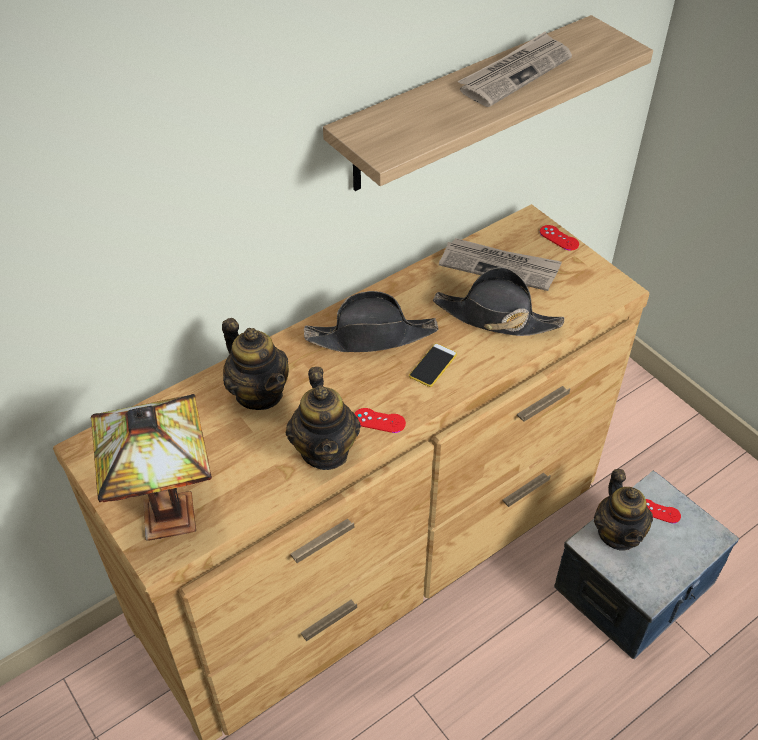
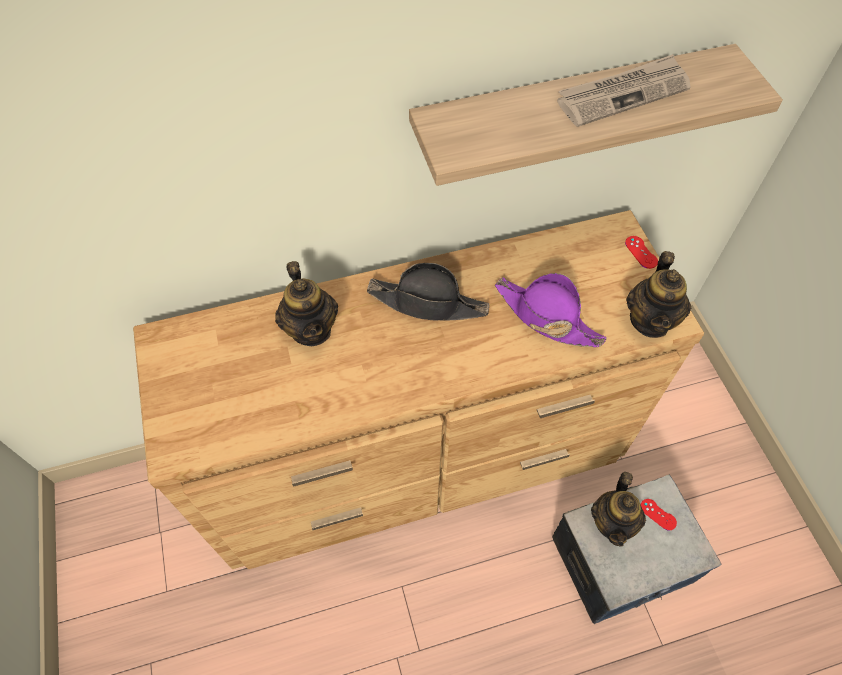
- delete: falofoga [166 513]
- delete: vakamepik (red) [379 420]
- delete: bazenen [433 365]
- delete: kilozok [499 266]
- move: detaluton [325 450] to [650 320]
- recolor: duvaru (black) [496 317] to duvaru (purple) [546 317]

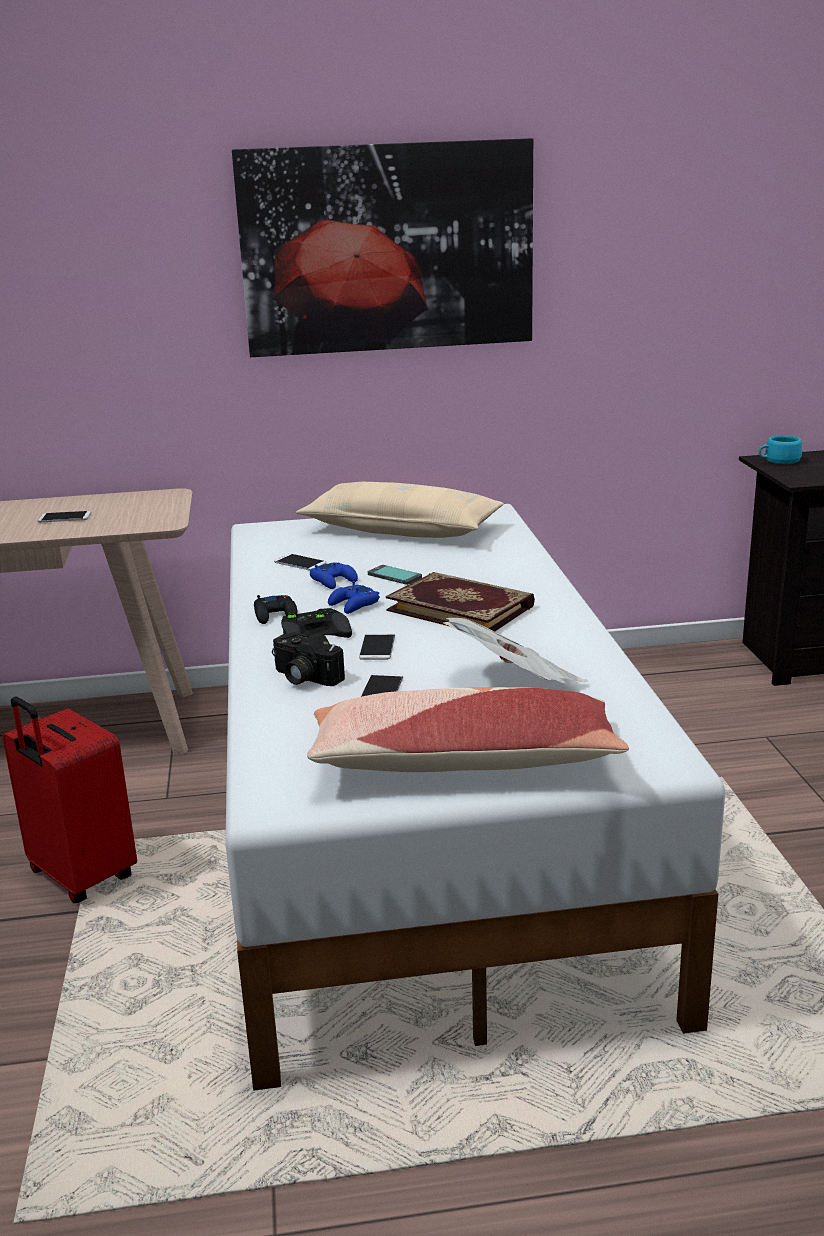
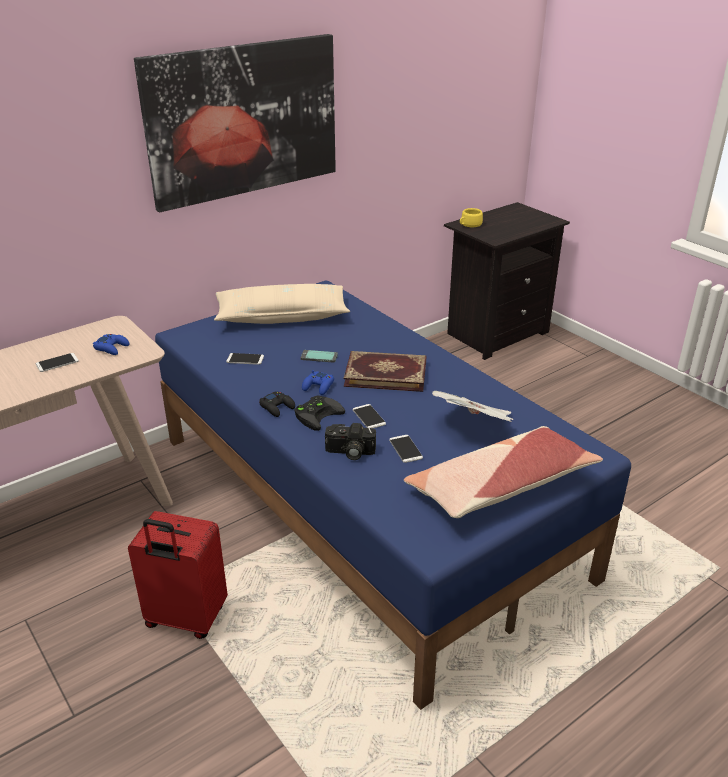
- move: vakamepik (blue) [334 581] to [112 348]
- recolor: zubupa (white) [422 815] to zubupa (blue) [364 502]
- recolor: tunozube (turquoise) [778 461] to tunozube (yellow) [469 225]

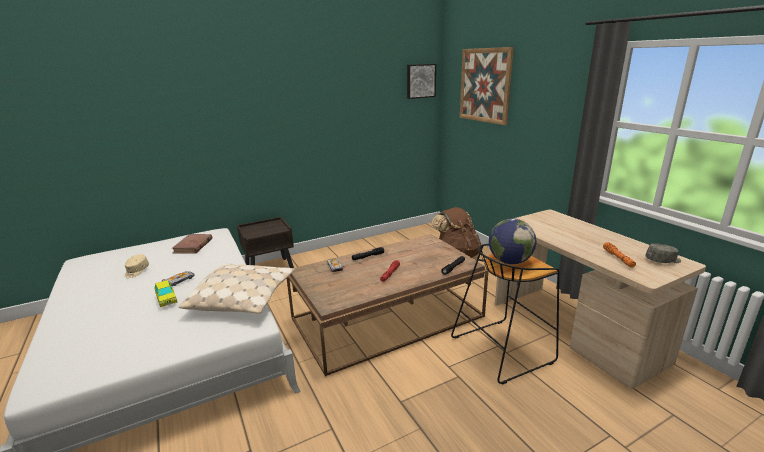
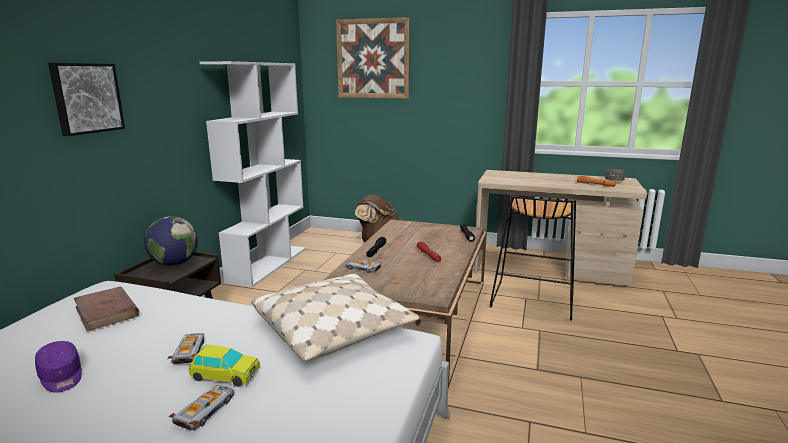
- insert: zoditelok [205 411]
- insert: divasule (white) [268 264]
- move: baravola [420 81] to [86 98]
- move: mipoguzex [509 261] to [174 263]
- recolor: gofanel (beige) [136 271] to gofanel (purple) [61 377]

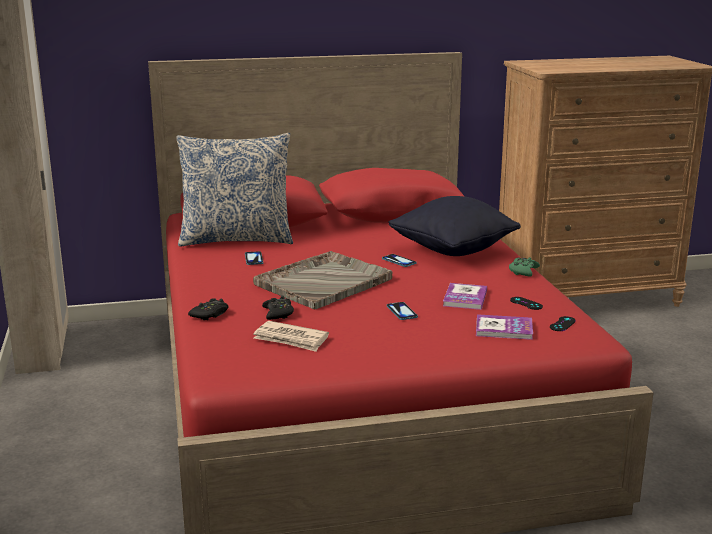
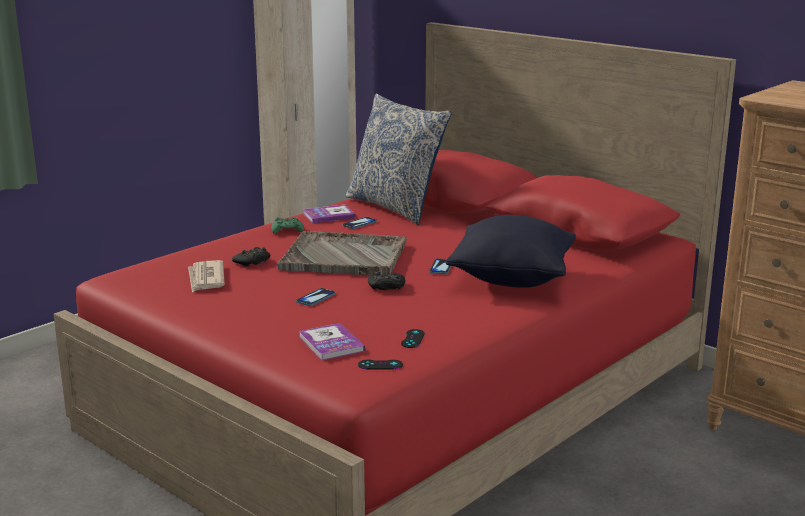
- move: vakamepik (black) [210 314] to [386 287]
- move: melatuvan [465 298] to [329 215]
- move: vakamepik (green) [523 271] to [287 230]

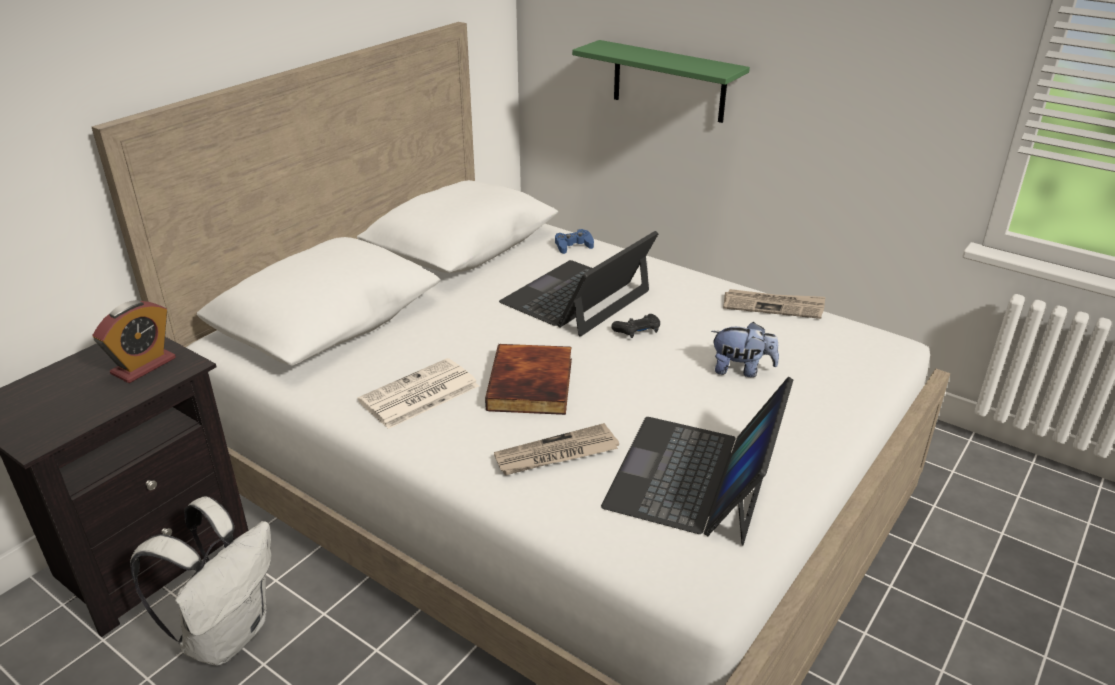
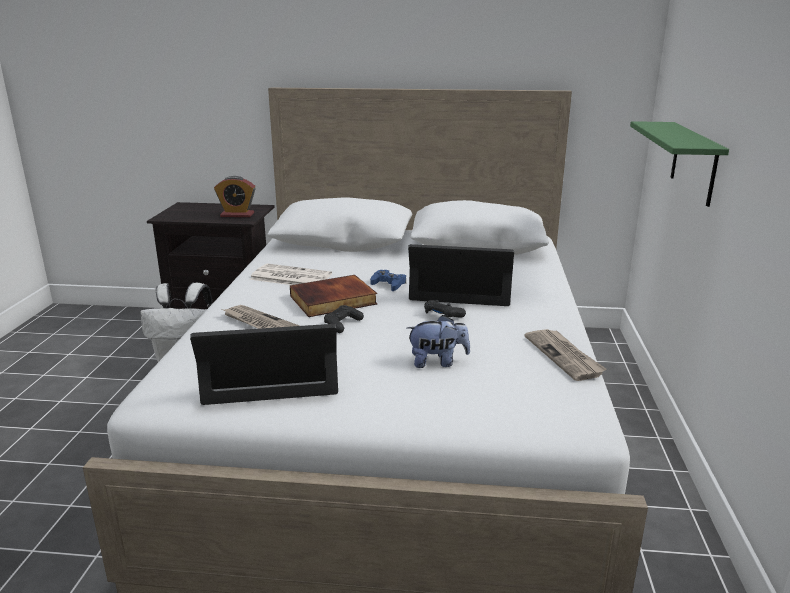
- insert: vakamepik (black) [342 324]
- move: vakamepik (blue) [573 246] to [389 284]
- rotate: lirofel [741 370] = [437 362] 75 degrees counterclockwise

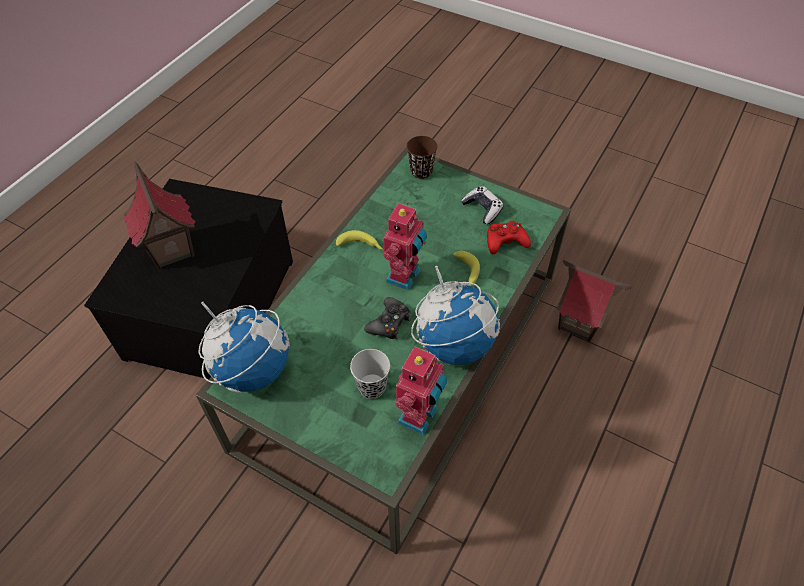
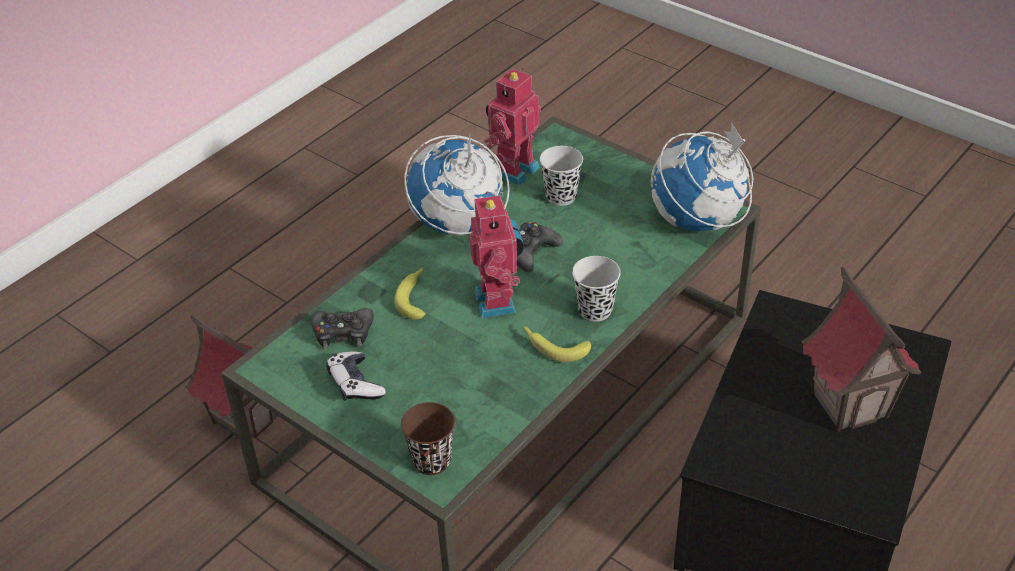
- insert: tunozube (black) [595 310]
- recolor: vakamepik (red) [505 241] to vakamepik (black) [343 333]
- rotate: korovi [405 276] = [498 301] 135 degrees clockwise

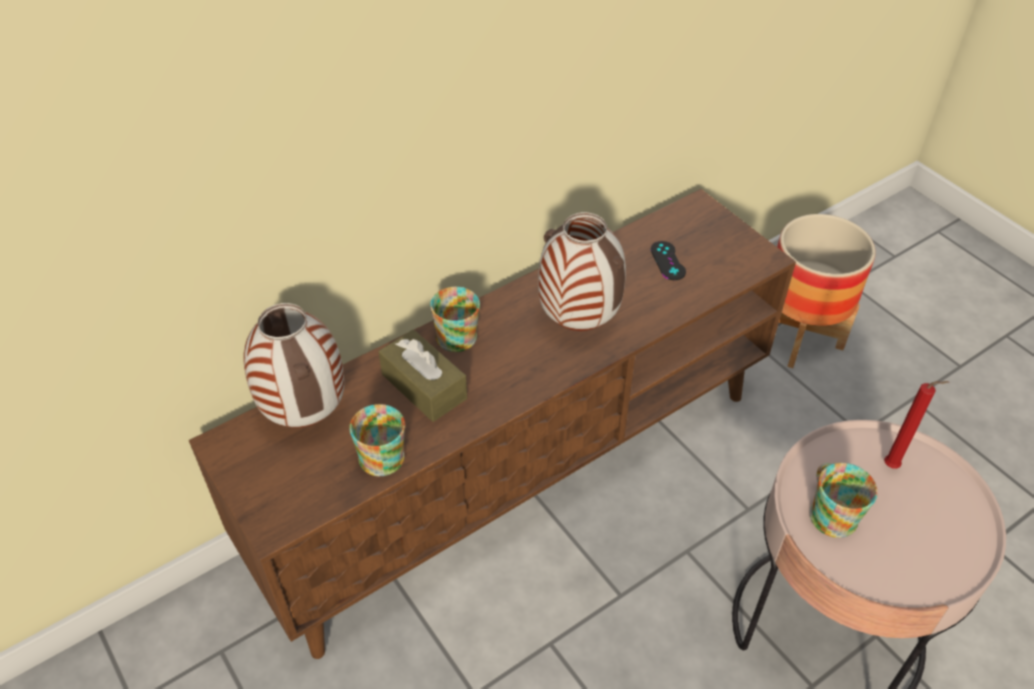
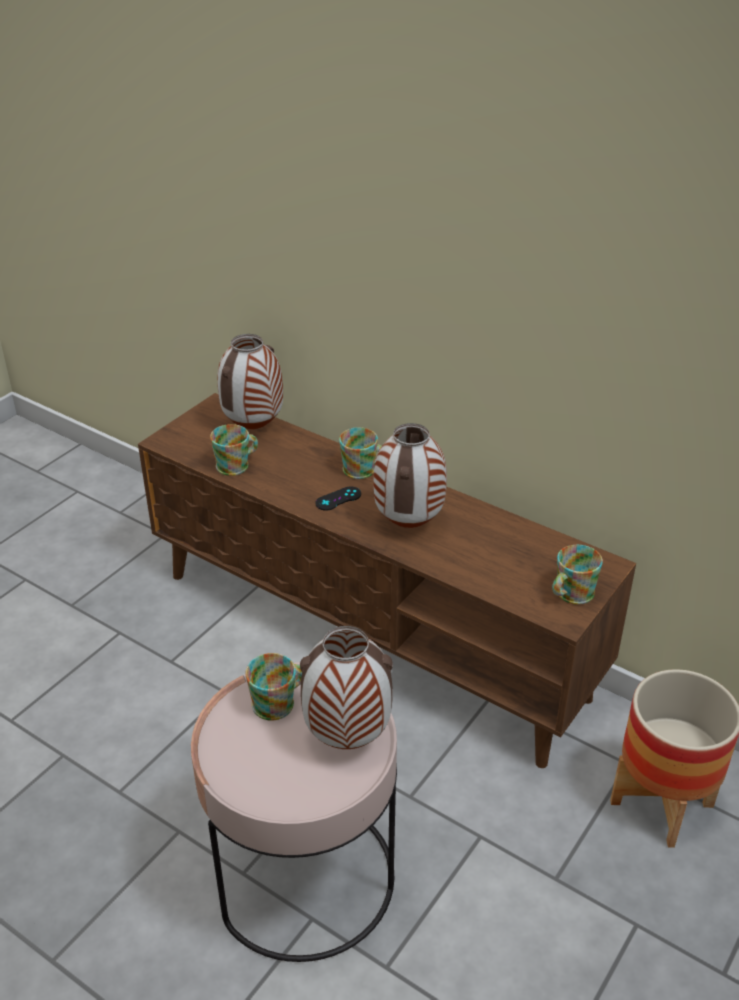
- delete: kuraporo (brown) [424 386]
- insert: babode [570 594]
- move: vakamepik (black) [668 261] to [338 499]
- replace: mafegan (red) [893 466] to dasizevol [346 740]

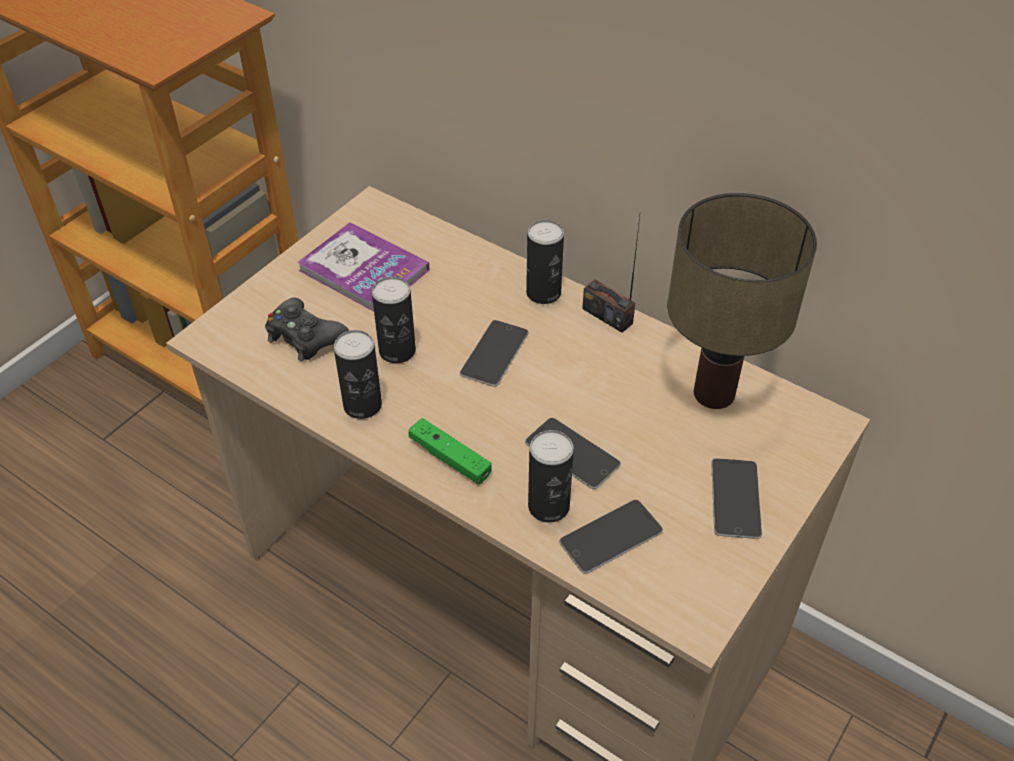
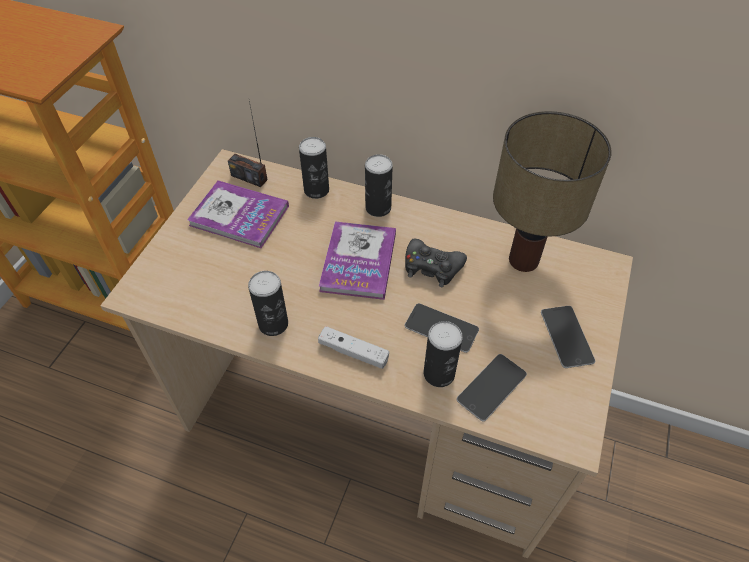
- move: vakamepik (black) [305 337] to [432 267]
- move: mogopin [397 351] to [316 190]
- move: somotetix [607 316] to [249 177]
- replace: bazenen [494 353] to melatuvan [358 261]
- recolor: vakamepik (green) [450 458] to vakamepik (white) [353 352]

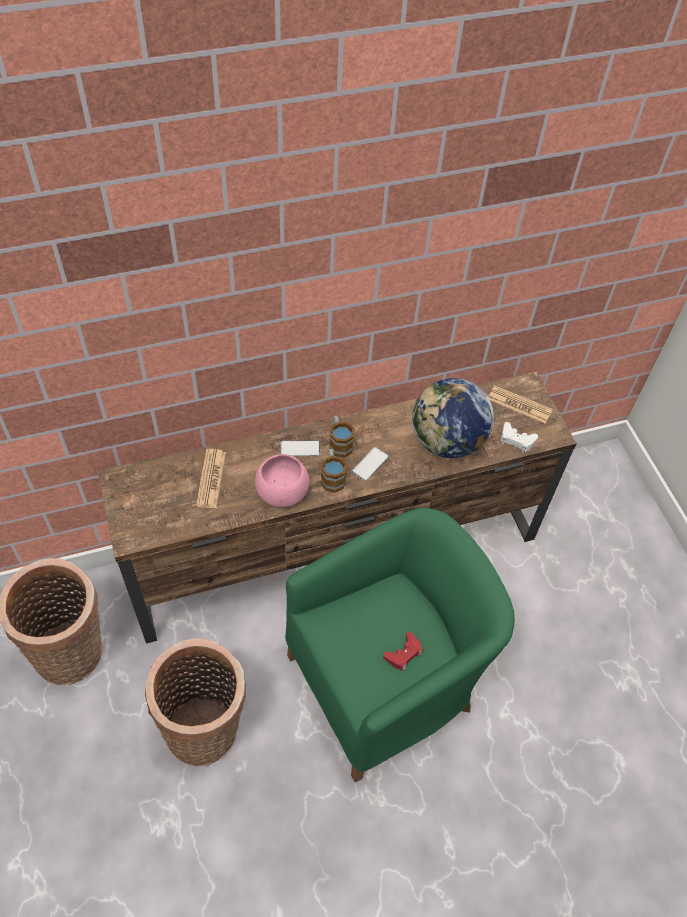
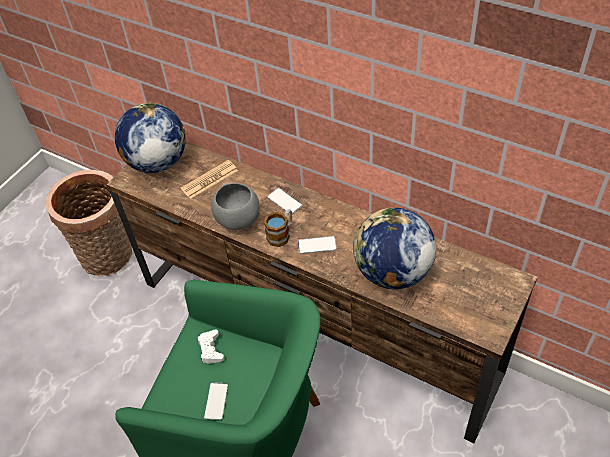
- delete: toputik [206 729]
- delete: babode [339 443]
- delete: kilozok [519 405]
- insert: mipoguzex [157 162]
- move: vakamepik (white) [516 440] to [211 349]
- replace: vakamepik (red) [403 654] to bazenen [216 401]
- recolor: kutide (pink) [282 492] to kutide (grey) [238 219]

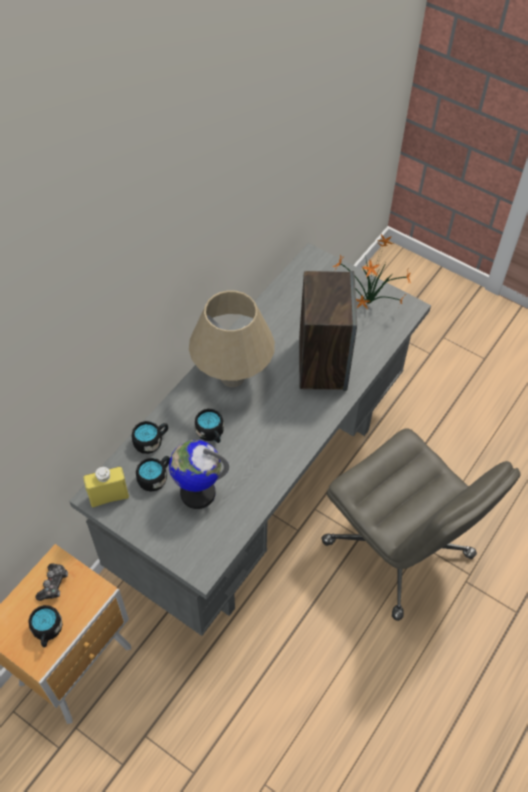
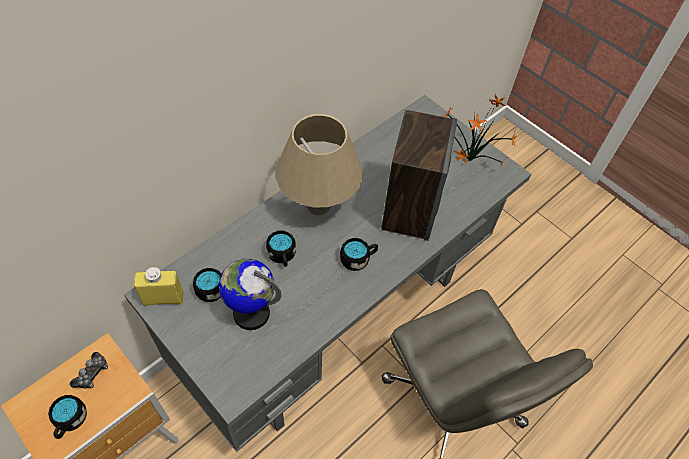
- move: babode (black) [151 441] to [358 259]

